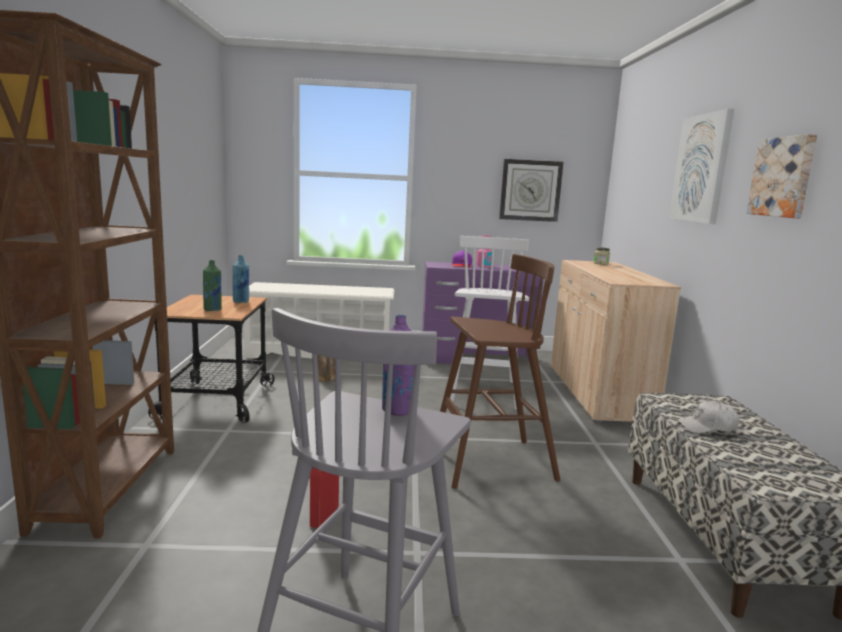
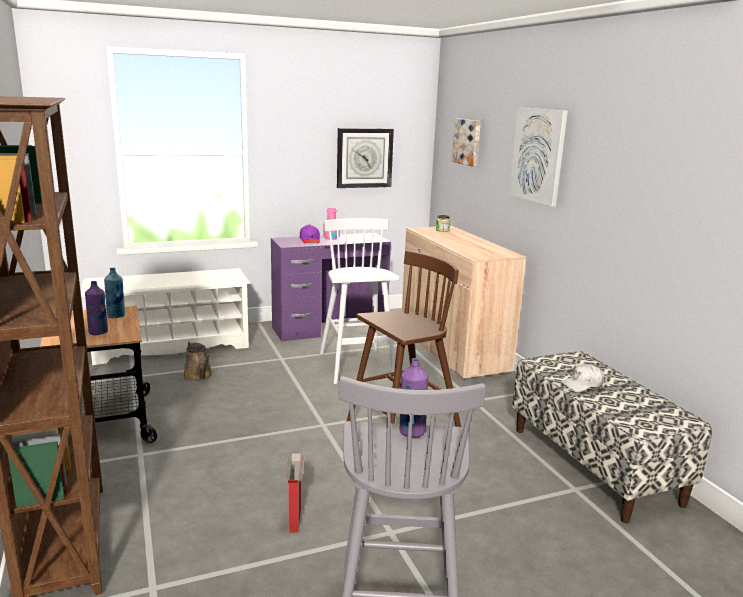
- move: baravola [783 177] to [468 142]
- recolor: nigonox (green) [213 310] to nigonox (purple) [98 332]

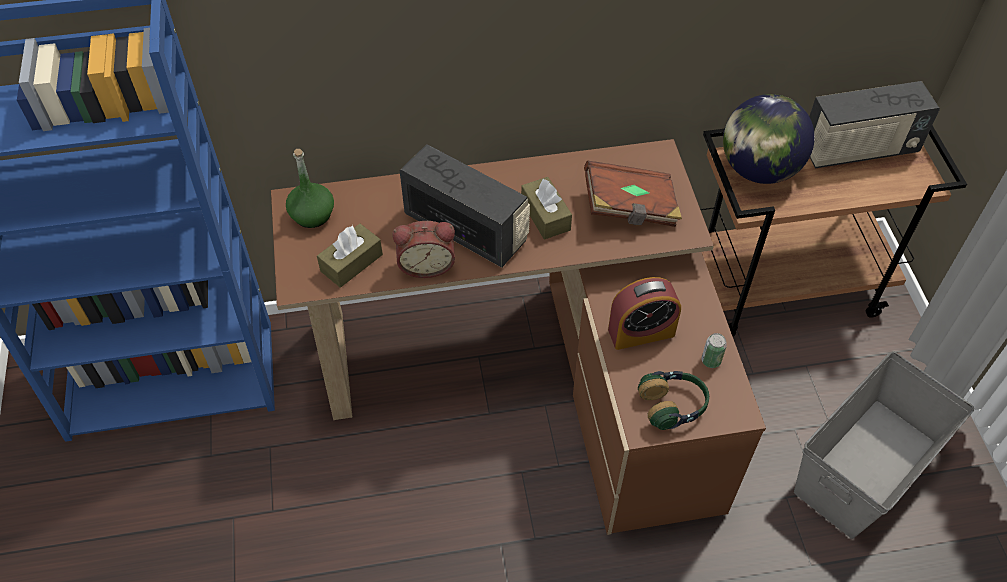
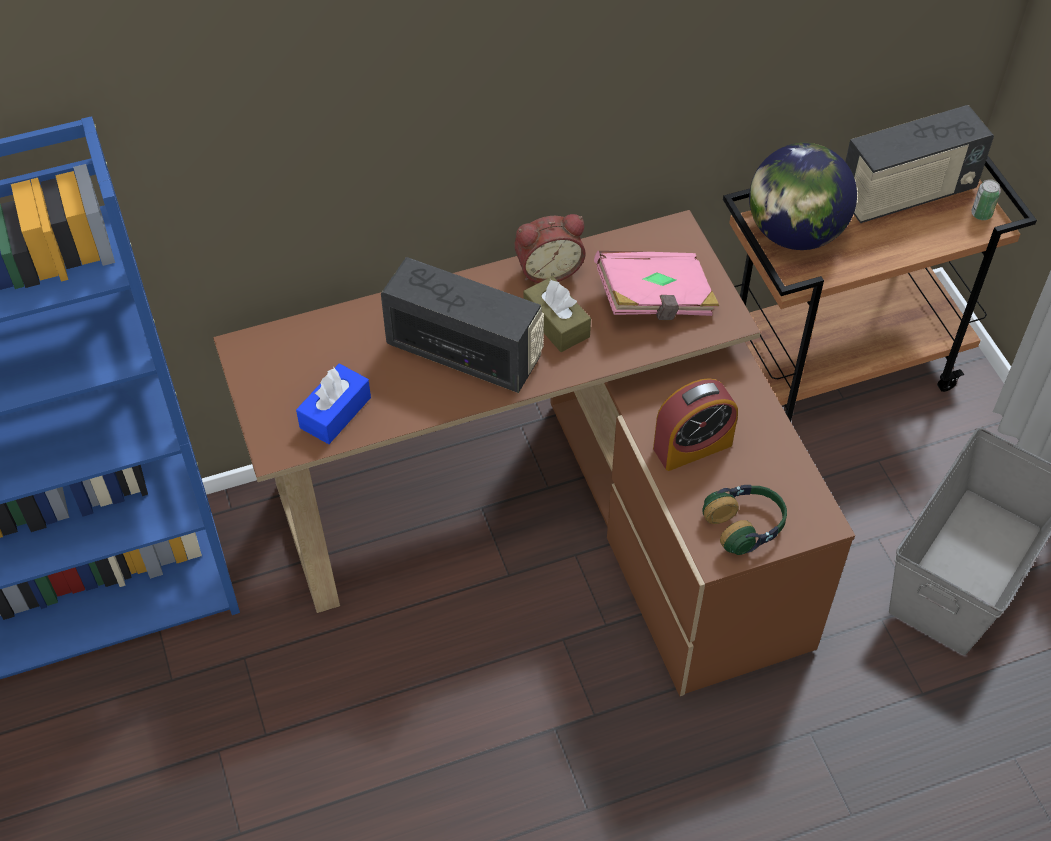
- delete: nigonox (green) [312 215]
- move: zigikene [426 264] to [548 268]
- move: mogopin [711 360] to [981 214]
- recolor: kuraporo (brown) [351 263] to kuraporo (blue) [335 412]
- recolor: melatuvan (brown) [630 208] to melatuvan (pink) [654 301]

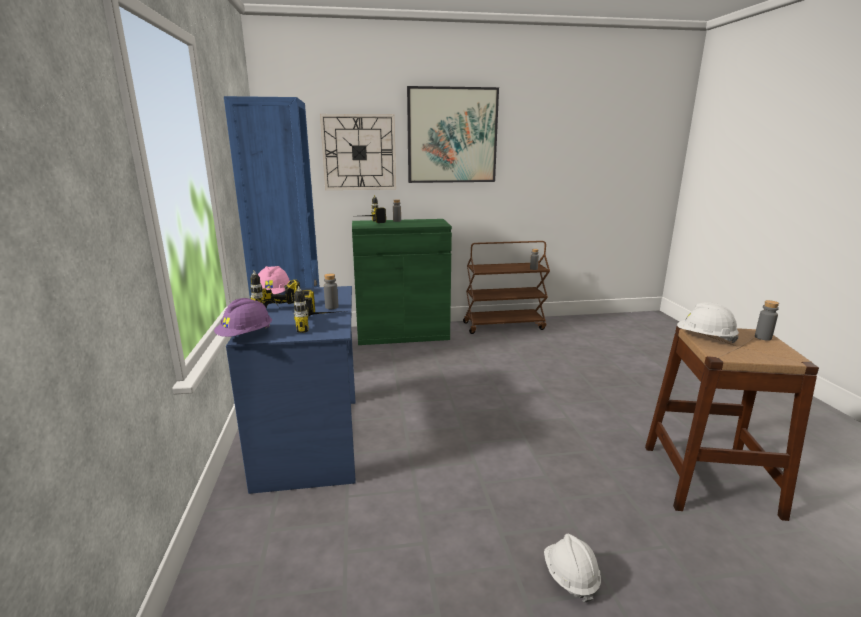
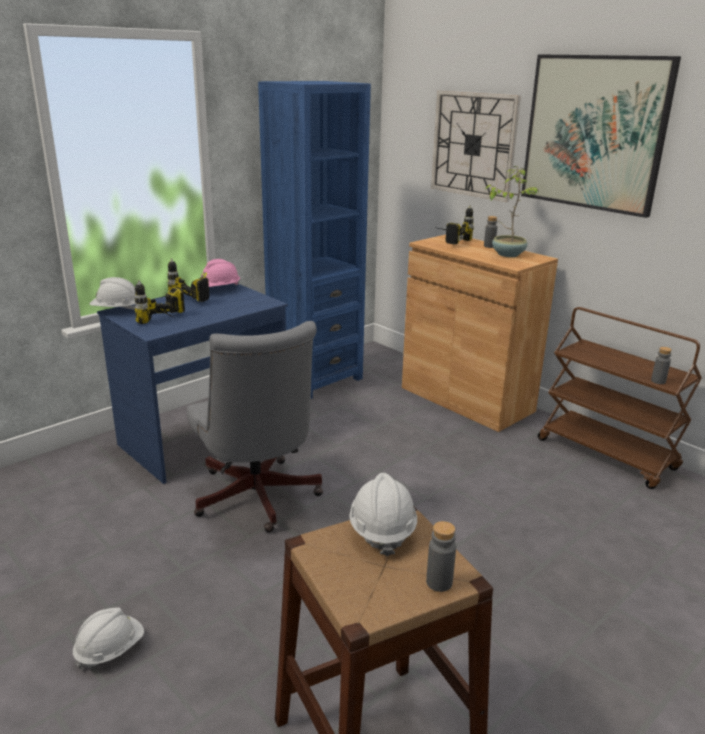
- delete: nigonox (grey) [331 307]
- insert: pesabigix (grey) [257 500]
- insert: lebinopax [507 254]
- recolor: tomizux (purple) [246 336] to tomizux (white) [116 310]
- recolor: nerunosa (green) [402 334] to nerunosa (brown) [466 399]

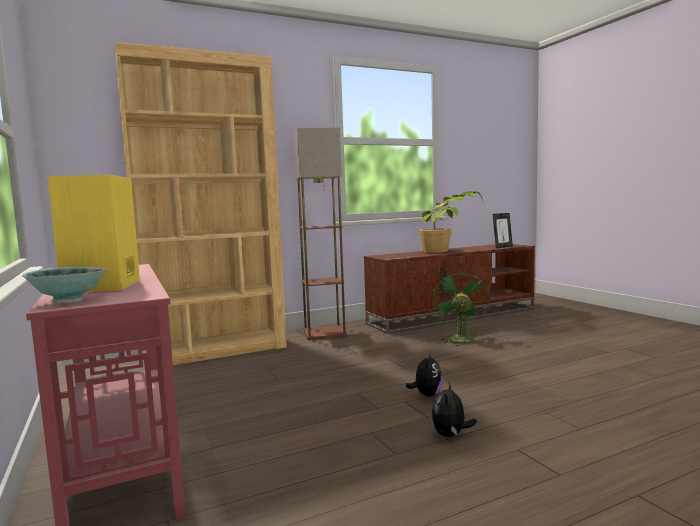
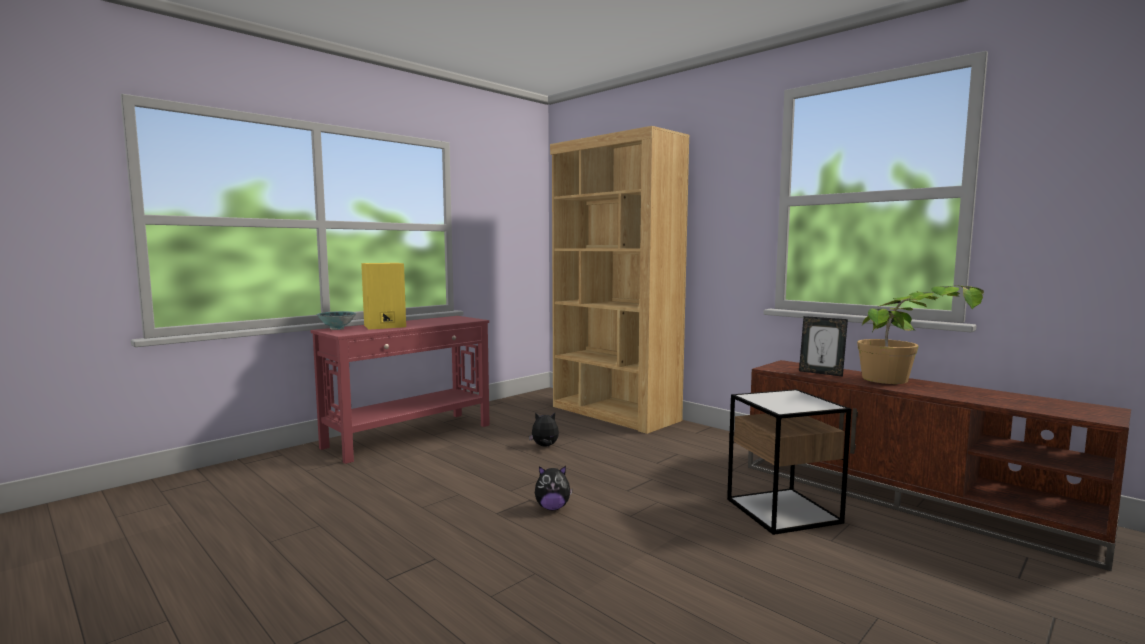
- delete: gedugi [325 333]
- move: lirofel [450 435] to [545 446]
- move: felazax [502 247] to [821 373]
- replace: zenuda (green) [459 338] to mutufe [782 510]

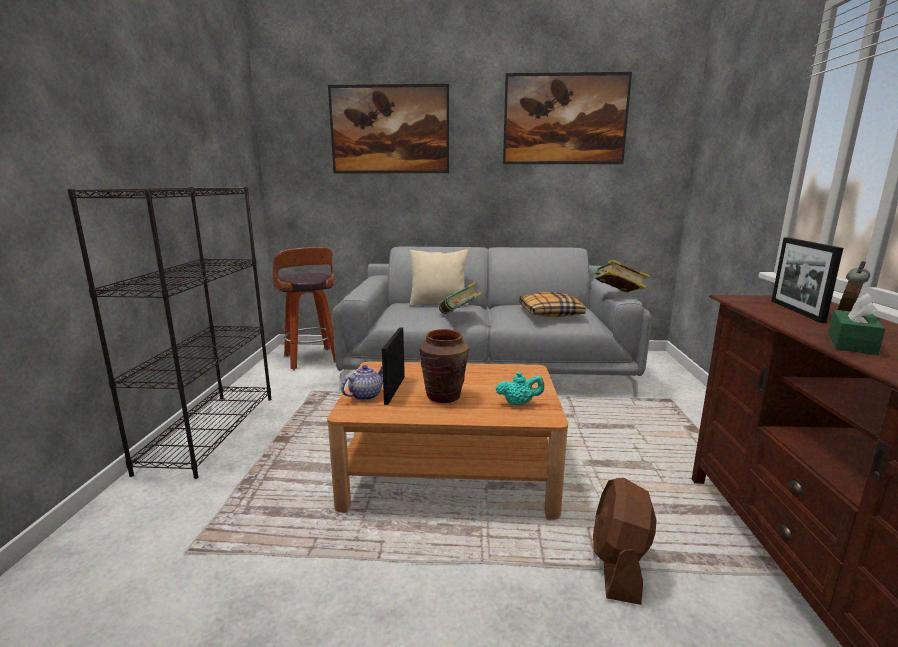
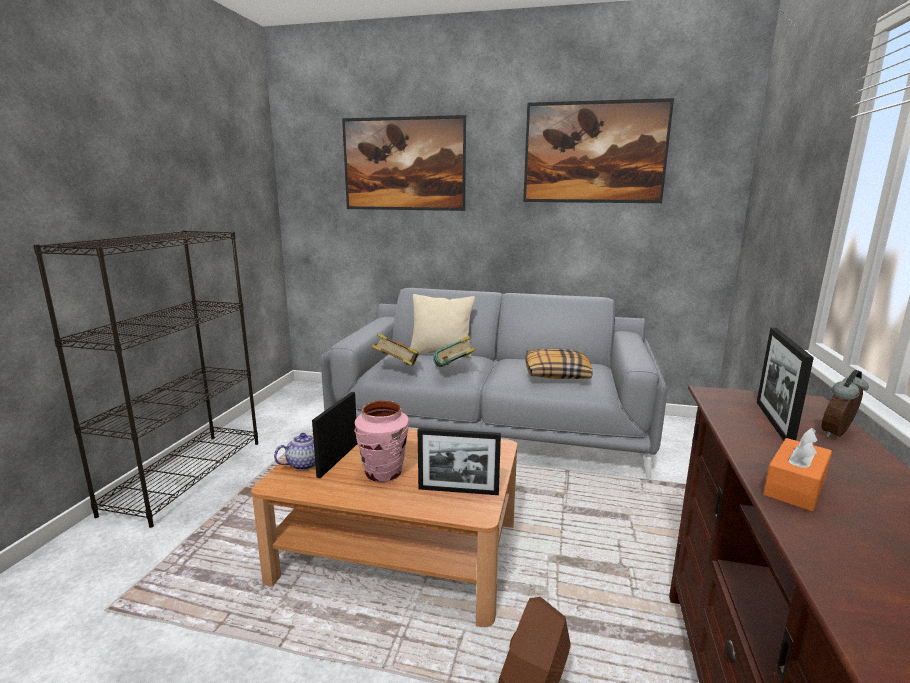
- delete: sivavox [312 359]
- move: melatuvan [617 295] to [396 368]
- replace: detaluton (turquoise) [519 403] to felazax [458 491]
- recolor: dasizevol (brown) [444 396] to dasizevol (pink) [383 473]
- recolor: kuraporo (green) [851 343] to kuraporo (orange) [795 487]

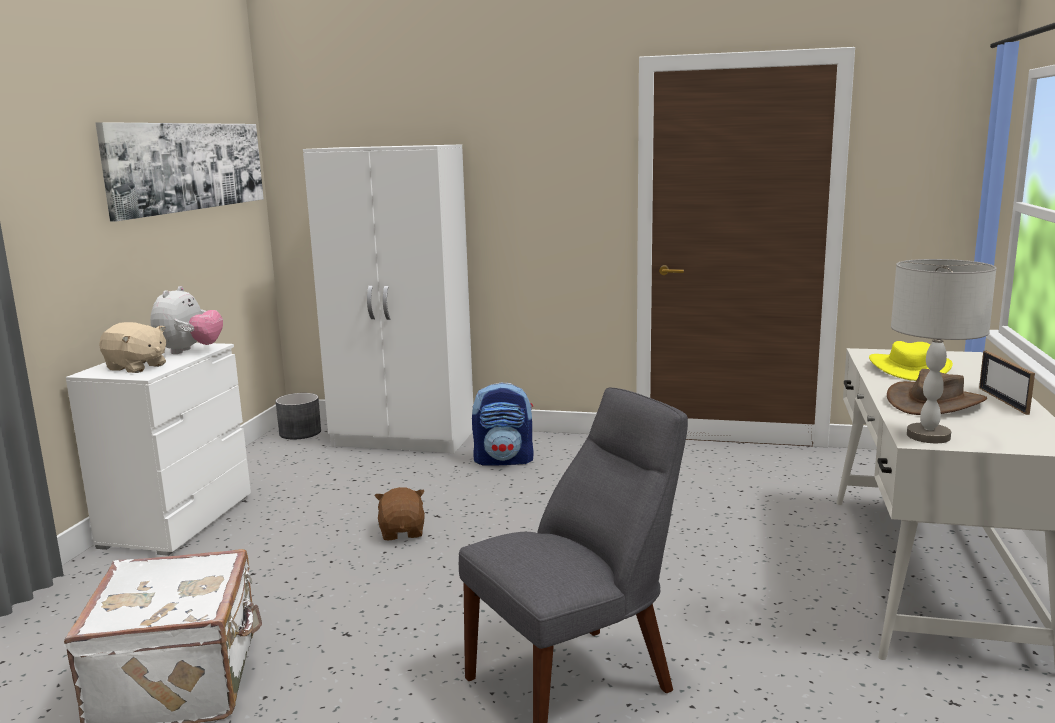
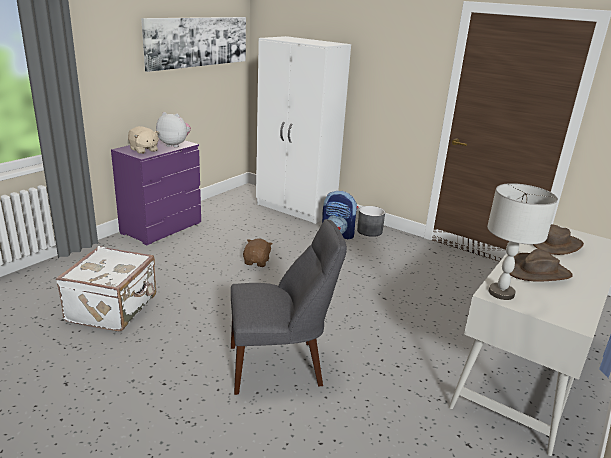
- delete: felazax [1003 400]
- move: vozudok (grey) [300 433] to [369 231]
- recolor: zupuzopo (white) [178 520] to zupuzopo (purple) [162 228]
- recolor: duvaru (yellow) [909 368] to duvaru (brown) [554 243]
- rotate: lirofel [189 351] = [174 145] 105 degrees counterclockwise

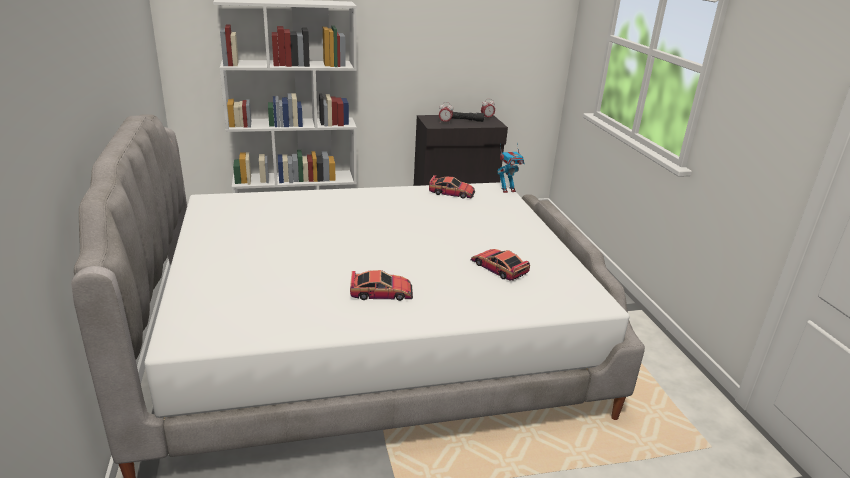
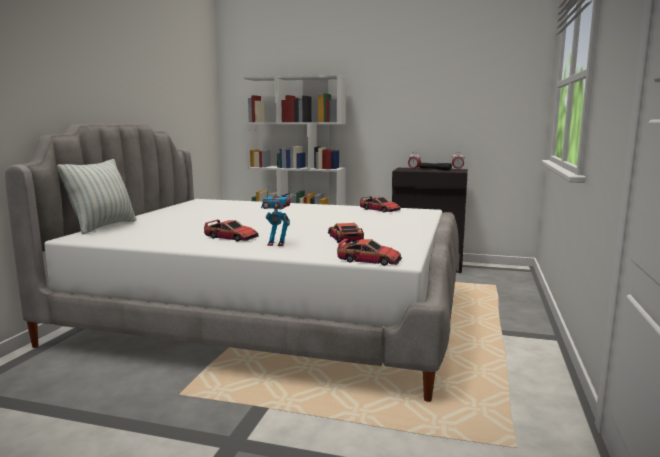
- insert: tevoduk [103 226]
- insert: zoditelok [370 260]
- move: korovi [507 190] to [277 244]

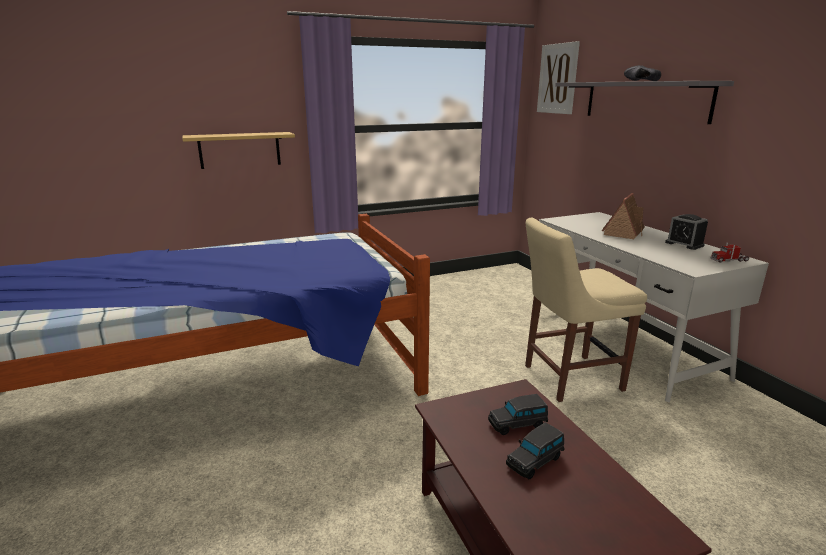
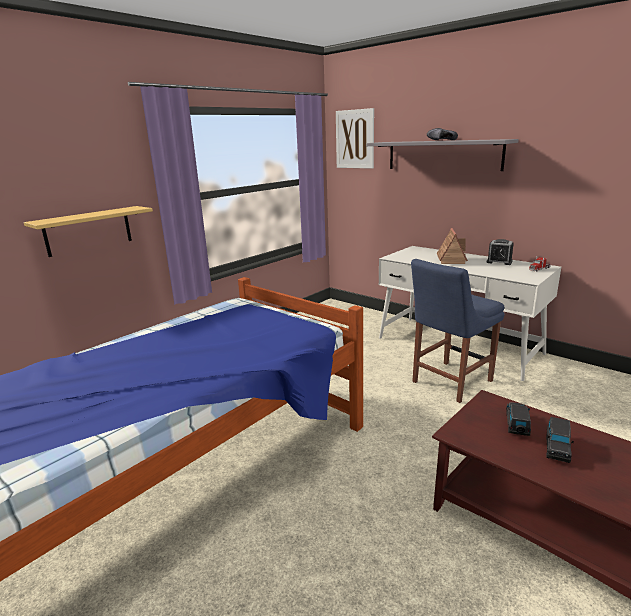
- recolor: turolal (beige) [568 378] to turolal (blue) [449 382]
- rotate: zoditelok (black) [518 424] = [517 425] 150 degrees clockwise

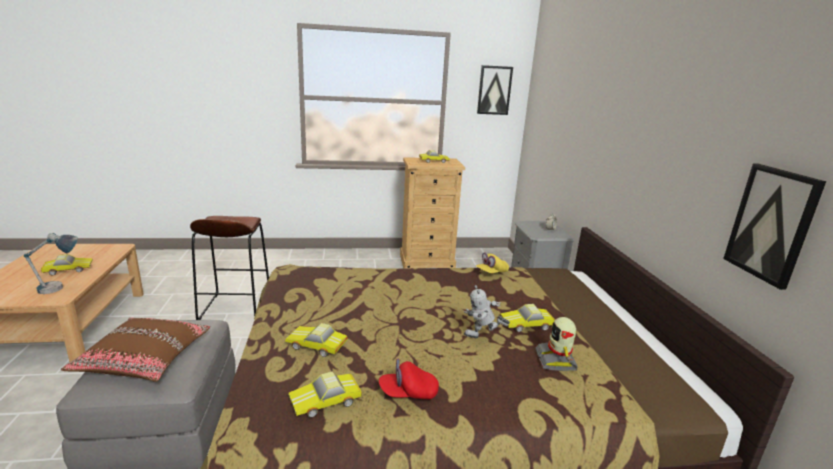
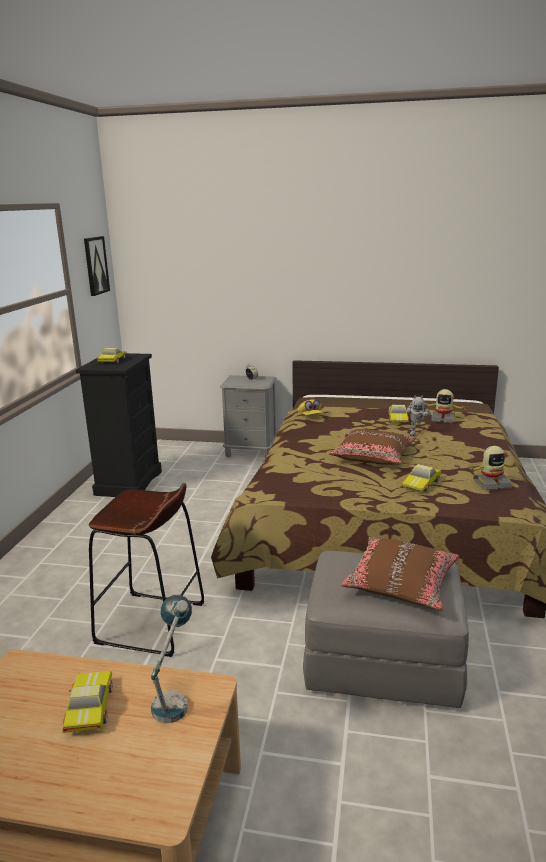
- delete: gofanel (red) [408 393]
- delete: baravola [771 224]
- insert: tevoduk (brown) [373 456]
- replace: zoditelok [326 401] to korovi [491 484]
- recolor: zupuzopo (beige) [427 262] to zupuzopo (black) [128 483]

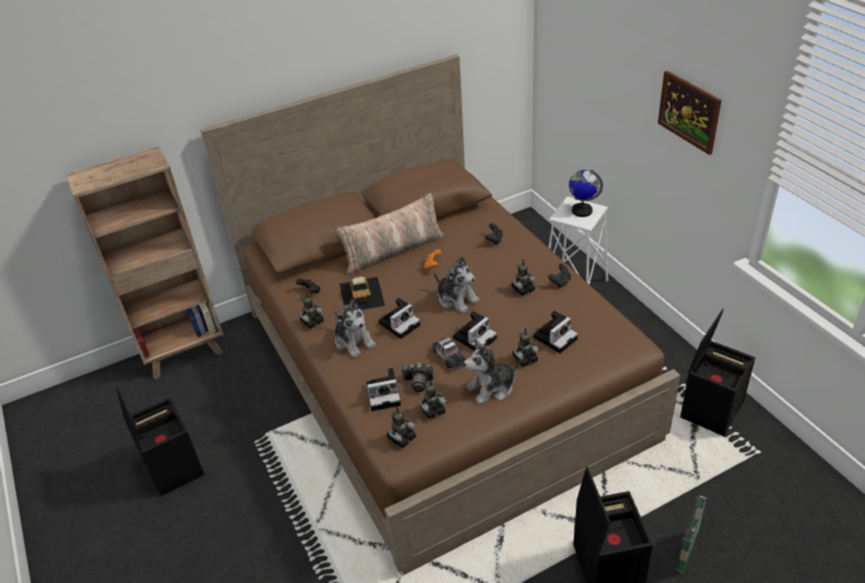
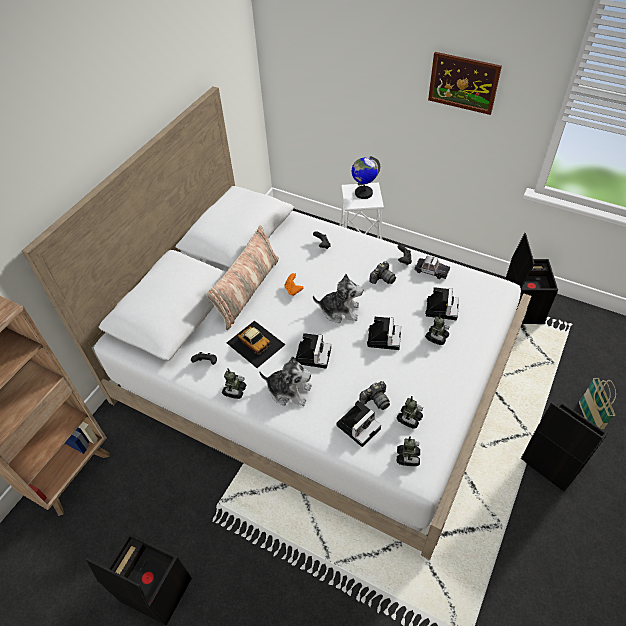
- delete: lirofel [492 388]
- move: zoditelok [449 357] to [431 271]
- replace: korovi [523 289] to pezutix [382 278]
- recolor: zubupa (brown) [440 370] to zubupa (white) [316 371]

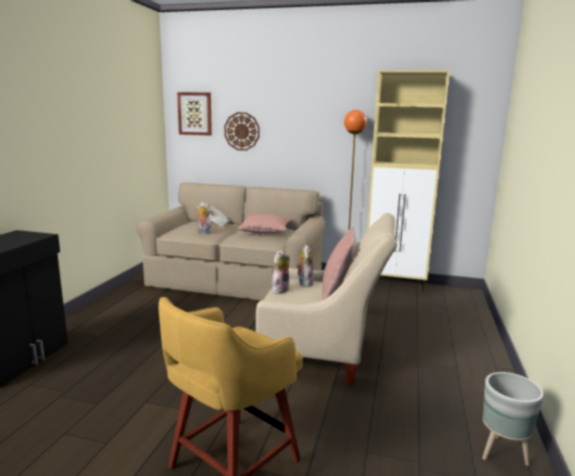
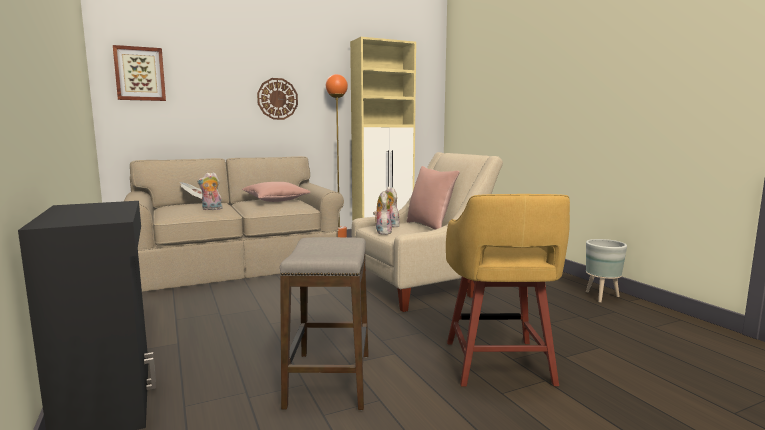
- insert: sivavox [329 380]
- move: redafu [242 131] to [277 99]

